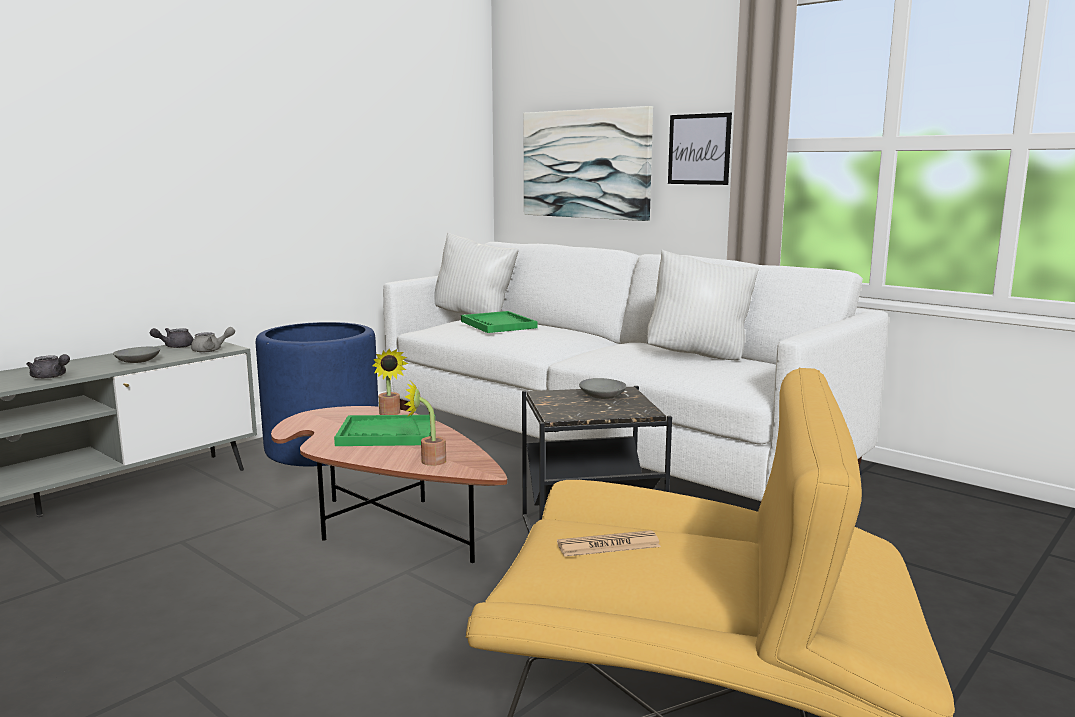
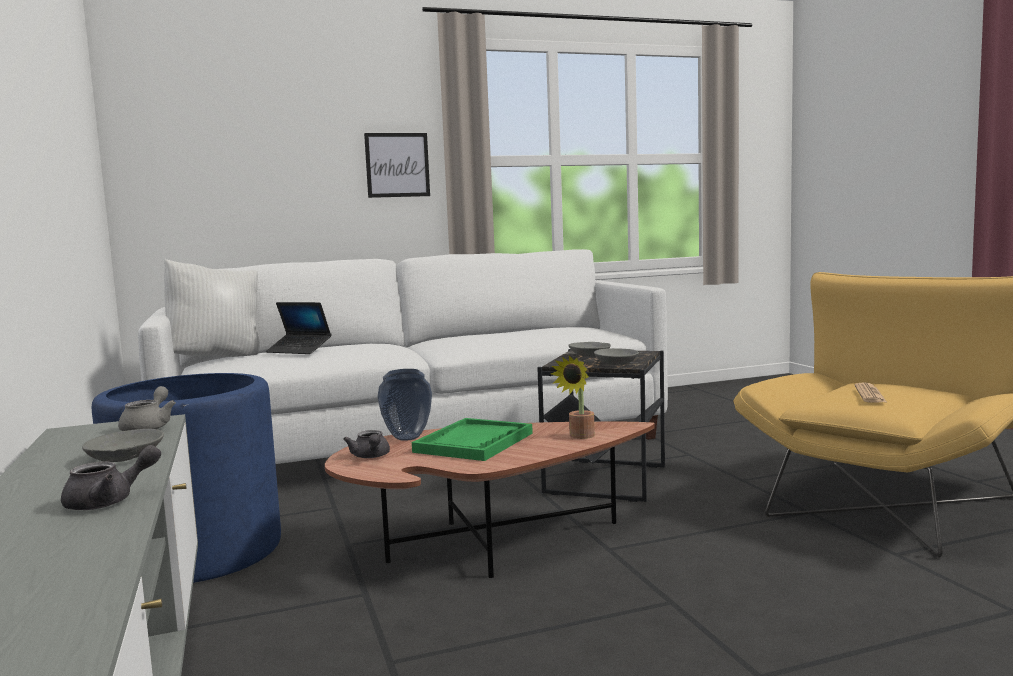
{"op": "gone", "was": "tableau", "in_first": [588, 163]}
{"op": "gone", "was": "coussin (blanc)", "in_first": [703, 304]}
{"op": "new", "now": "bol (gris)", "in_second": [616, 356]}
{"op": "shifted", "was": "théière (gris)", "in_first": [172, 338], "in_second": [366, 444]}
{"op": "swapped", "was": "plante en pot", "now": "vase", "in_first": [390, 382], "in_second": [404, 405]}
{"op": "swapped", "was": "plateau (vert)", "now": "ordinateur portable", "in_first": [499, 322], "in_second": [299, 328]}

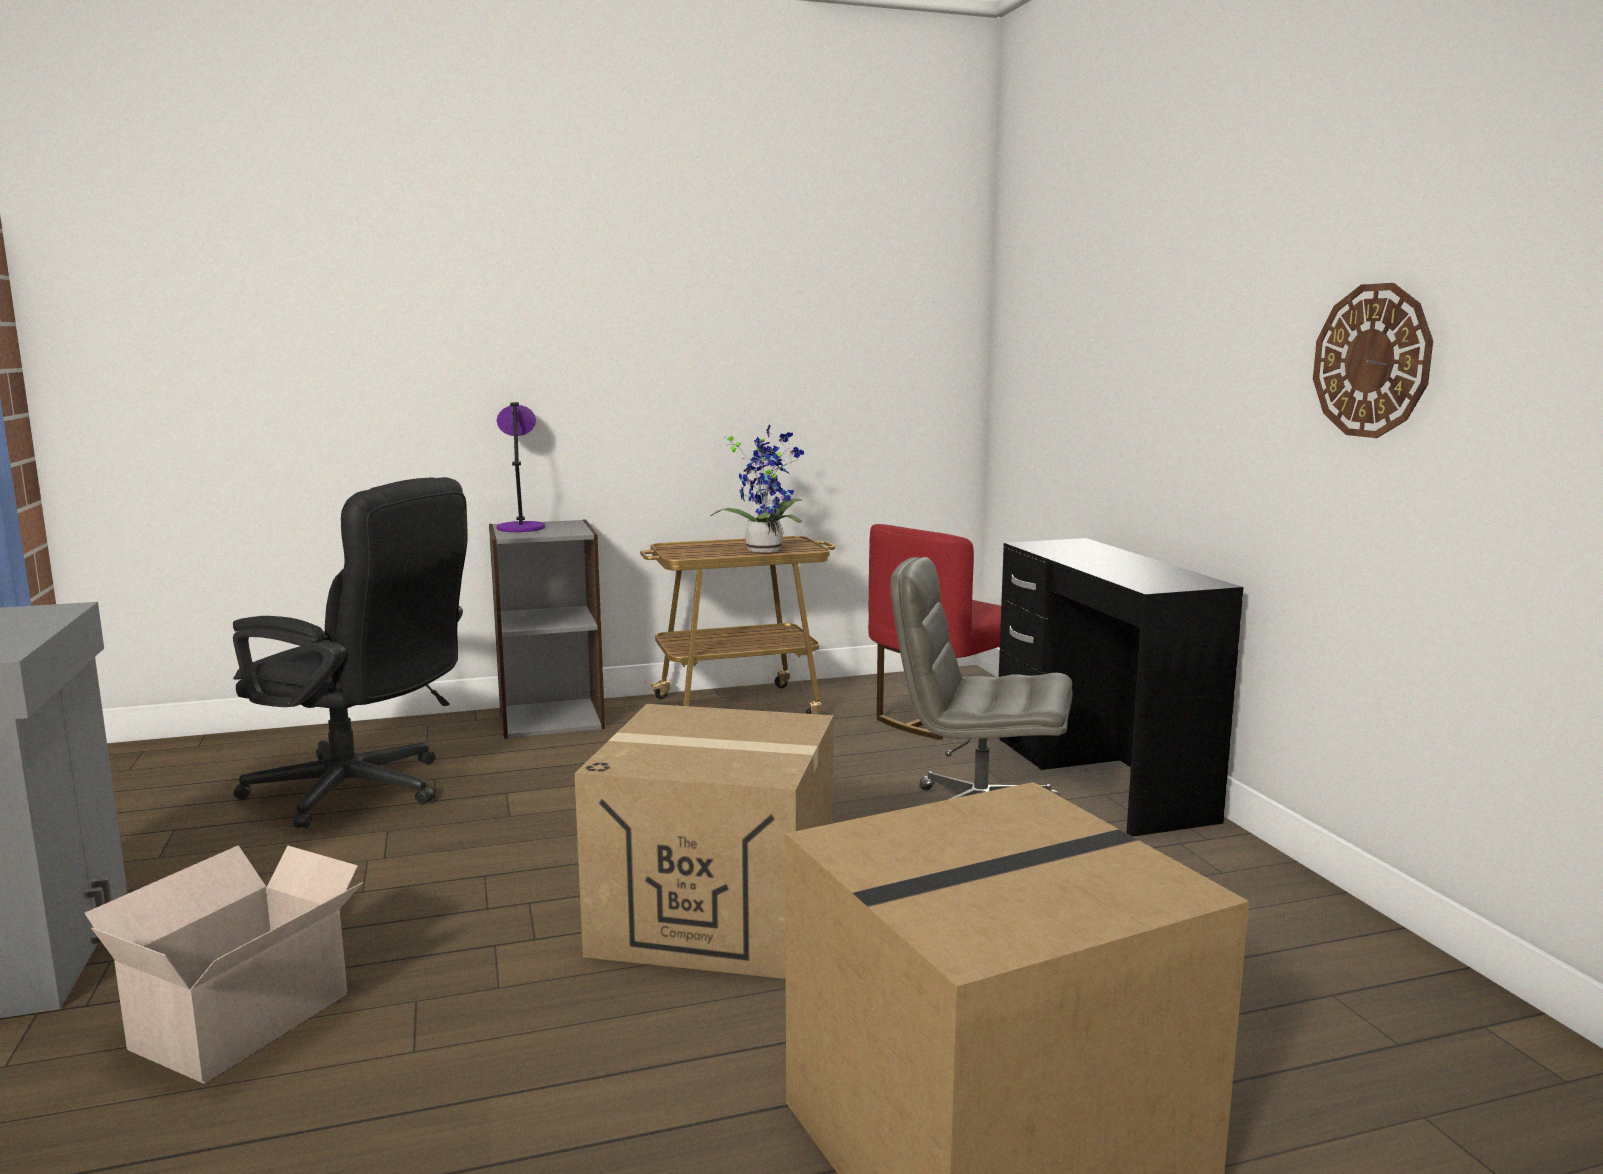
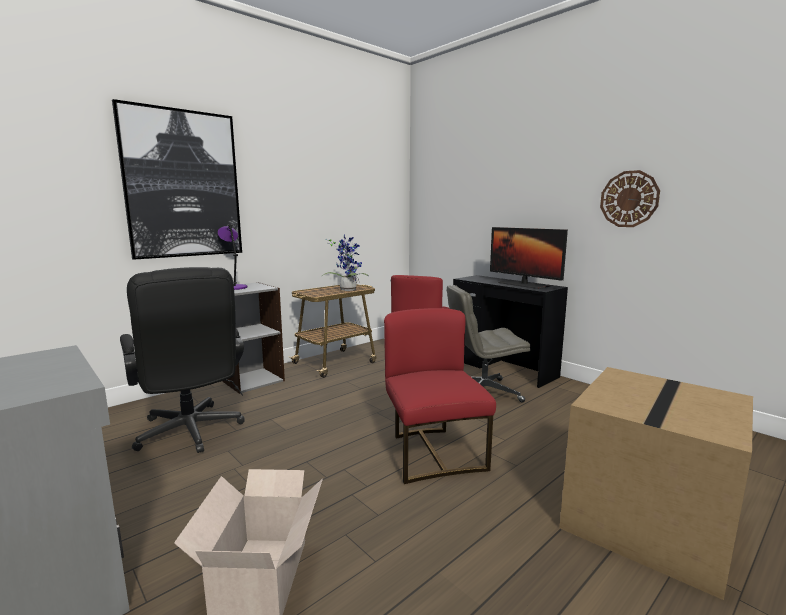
{"op": "new", "now": "tableau", "in_second": [177, 179]}
{"op": "new", "now": "écran d'ordinateur", "in_second": [529, 258]}
{"op": "swapped", "was": "carton", "now": "chaise (rouge)", "in_first": [704, 841], "in_second": [440, 396]}
{"op": "rotated", "was": "chaise de bureau (noir)", "in_first": [350, 653], "in_second": [182, 360], "clockwise": 60}

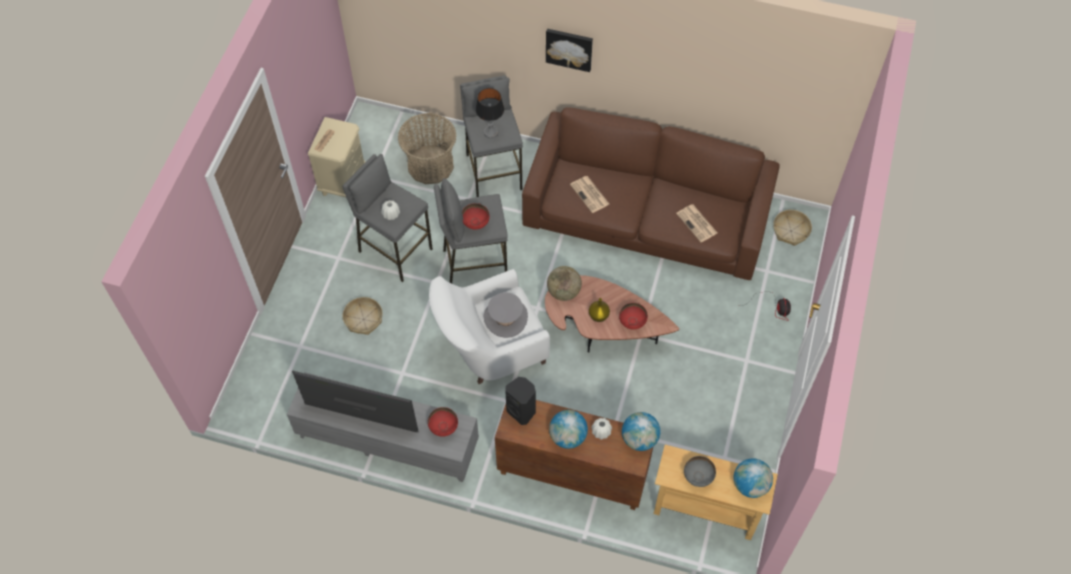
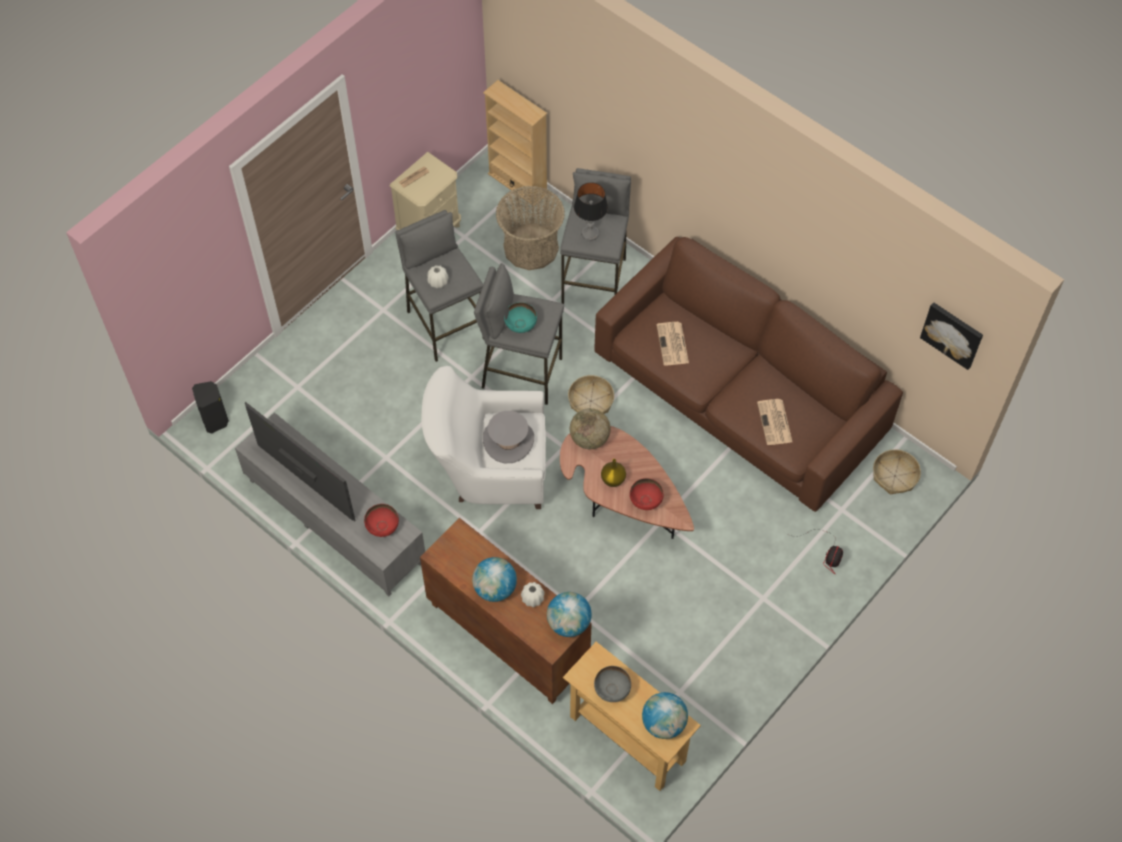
{"op": "new", "now": "bibliothèque (beige)", "in_second": [515, 143]}
{"op": "shifted", "was": "panier", "in_first": [362, 316], "in_second": [591, 394]}
{"op": "shifted", "was": "enceinte (noir)", "in_first": [520, 401], "in_second": [210, 407]}
{"op": "shifted", "was": "tableau", "in_first": [569, 50], "in_second": [951, 336]}
{"op": "repainted", "was": "bol (rouge)", "now": "bol (turquoise)", "in_first": [476, 216], "in_second": [520, 317]}

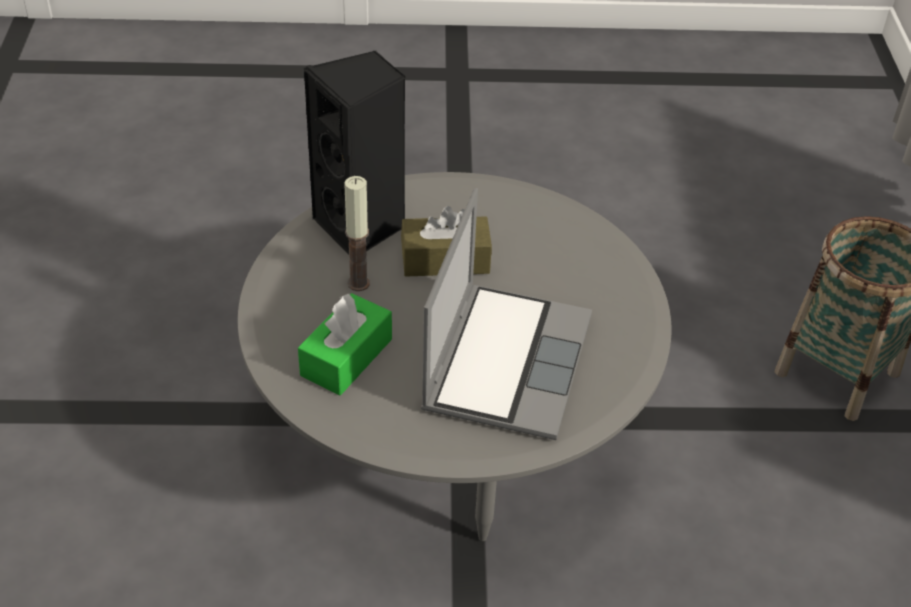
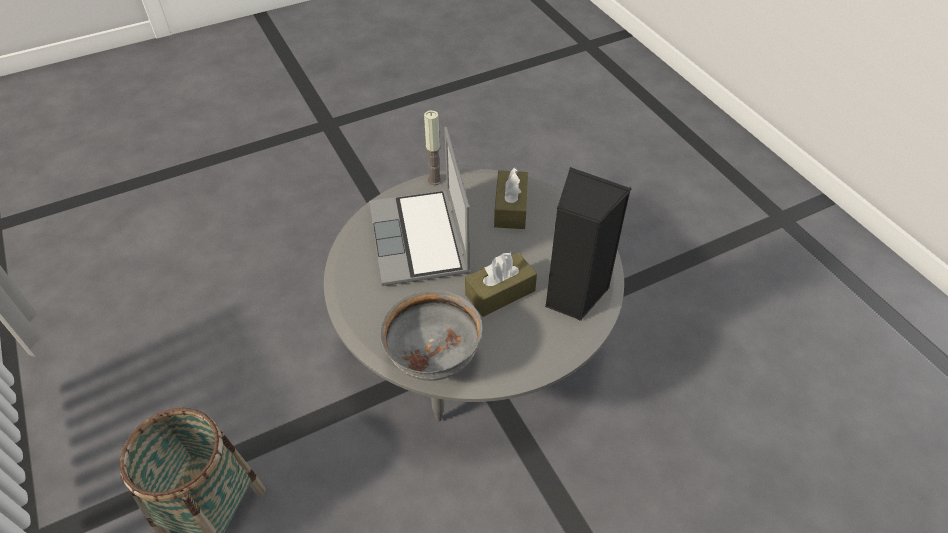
{"op": "new", "now": "bol (gris)", "in_second": [431, 335]}
{"op": "shifted", "was": "bougie", "in_first": [357, 233], "in_second": [433, 147]}
{"op": "repainted", "was": "boîte à mouchoirs (vert)", "now": "boîte à mouchoirs (marron)", "in_first": [345, 344], "in_second": [511, 198]}

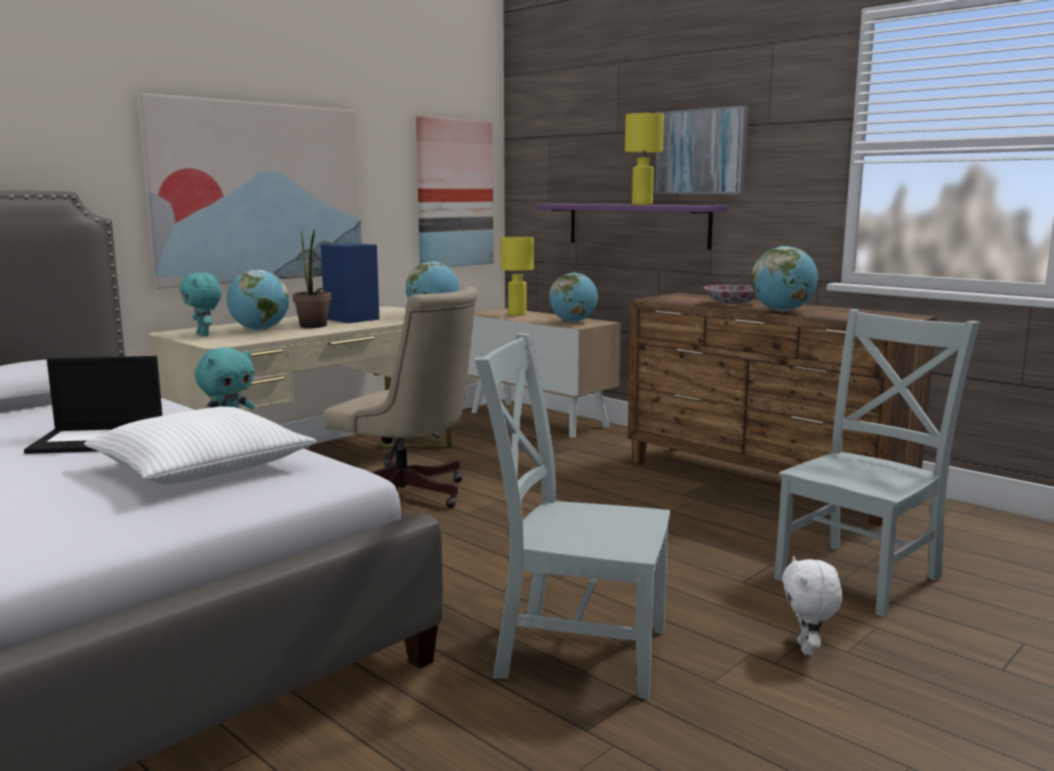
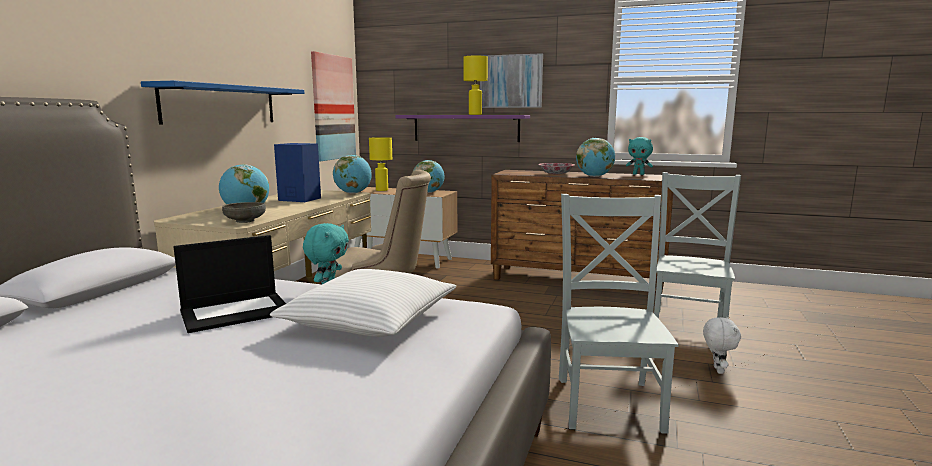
{"op": "gone", "was": "plante en pot", "in_first": [312, 278]}
{"op": "new", "now": "bol (gris)", "in_second": [244, 212]}
{"op": "shifted", "was": "peluche (turquoise)", "in_first": [200, 304], "in_second": [639, 156]}
{"op": "swapped", "was": "tableau", "now": "étagère (bleu)", "in_first": [249, 191], "in_second": [223, 102]}
{"op": "rotated", "was": "chaise (gris)", "in_first": [572, 516], "in_second": [619, 314], "clockwise": 105}
{"op": "rotated", "was": "peluche (blanc)", "in_first": [812, 605], "in_second": [722, 345], "clockwise": -150}

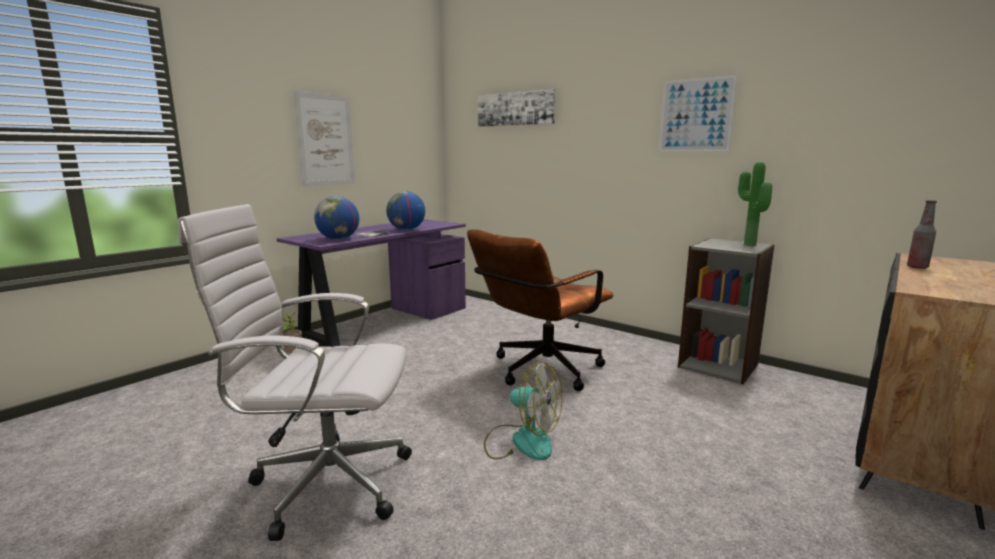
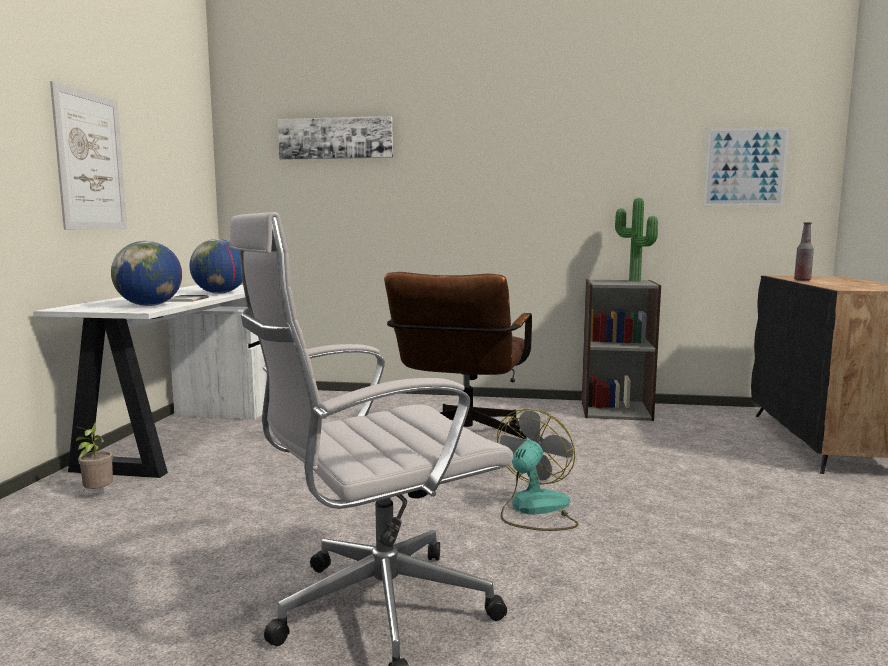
{"op": "shifted", "was": "tableau", "in_first": [698, 113], "in_second": [746, 166]}
{"op": "repainted", "was": "bureau (violet)", "now": "bureau (blanc)", "in_first": [371, 283], "in_second": [150, 381]}
{"op": "rotated", "was": "ventilateur", "in_first": [523, 410], "in_second": [538, 470], "clockwise": -60}

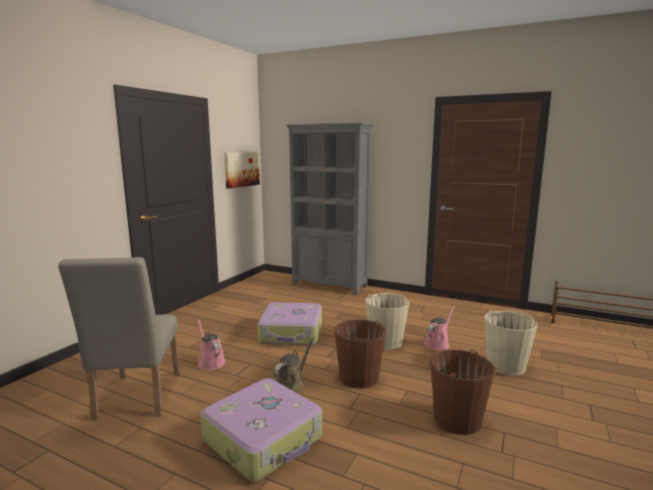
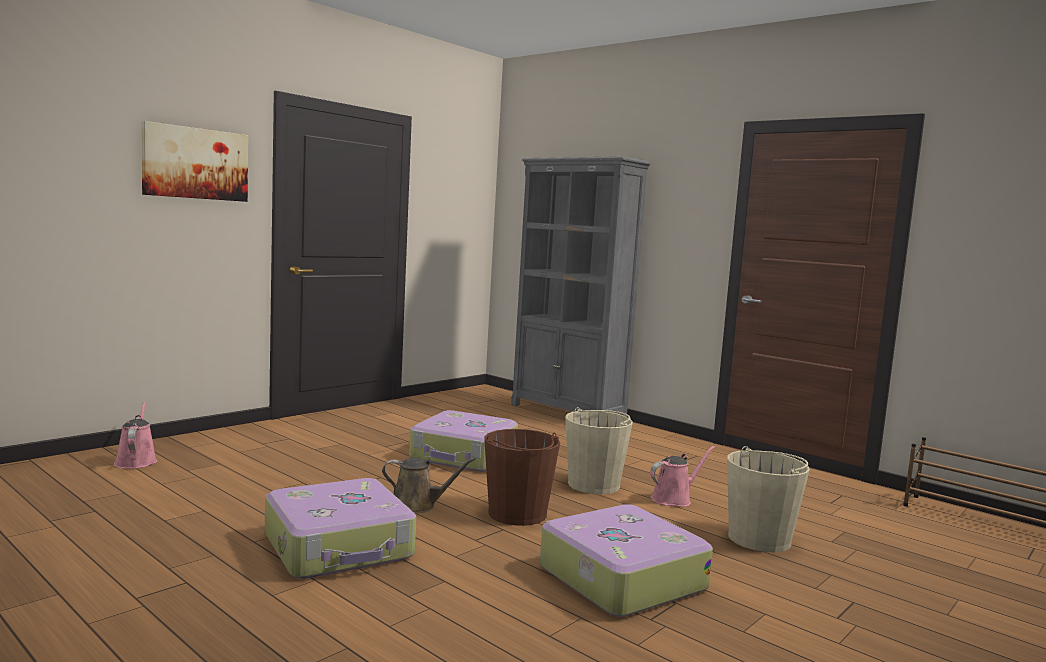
{"op": "gone", "was": "chaise (beige)", "in_first": [119, 339]}
{"op": "shifted", "was": "arrosoir (rose)", "in_first": [211, 344], "in_second": [135, 435]}
{"op": "shifted", "was": "tableau", "in_first": [242, 170], "in_second": [194, 161]}
{"op": "swapped", "was": "seau (marron)", "now": "valise", "in_first": [463, 392], "in_second": [626, 560]}
{"op": "rotated", "was": "arrosoir (marron)", "in_first": [294, 364], "in_second": [429, 485], "clockwise": 45}

